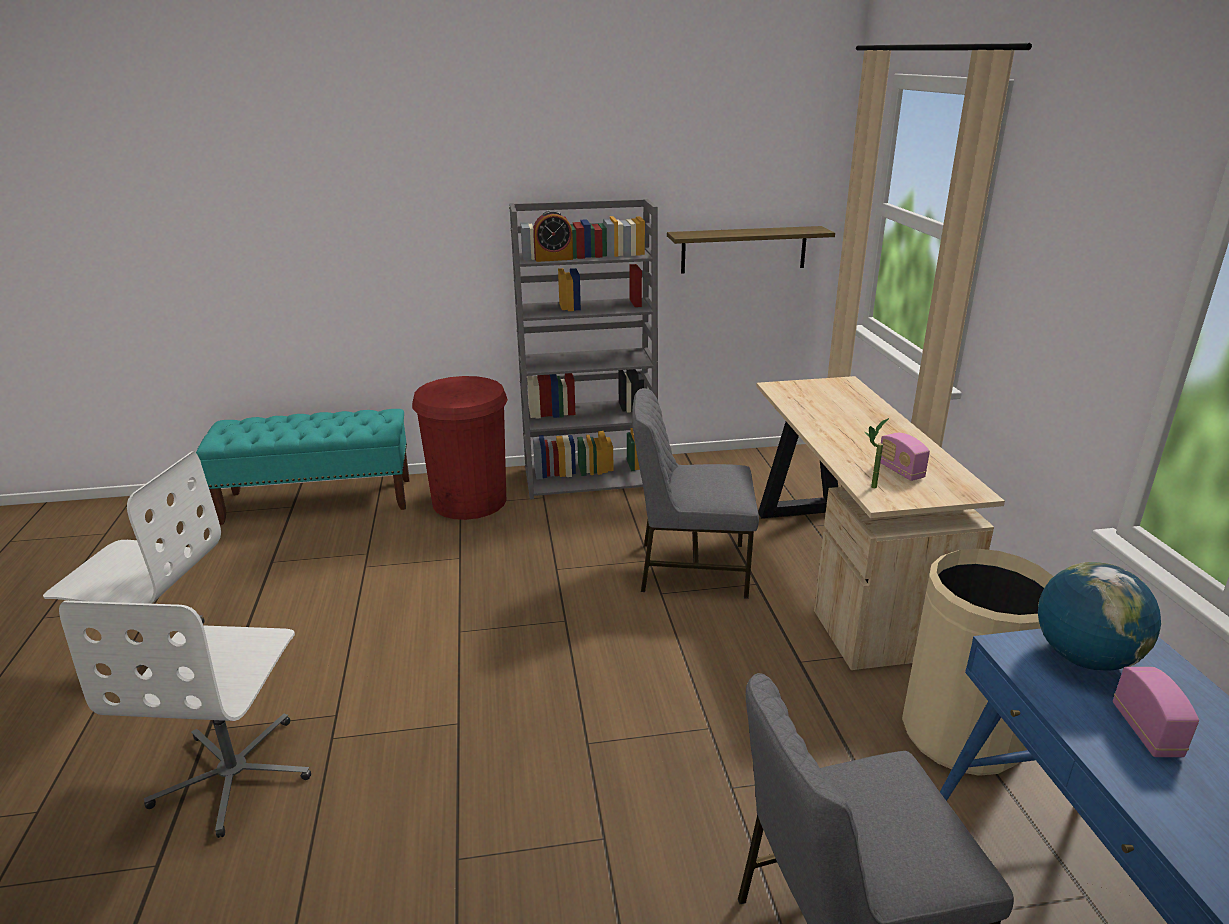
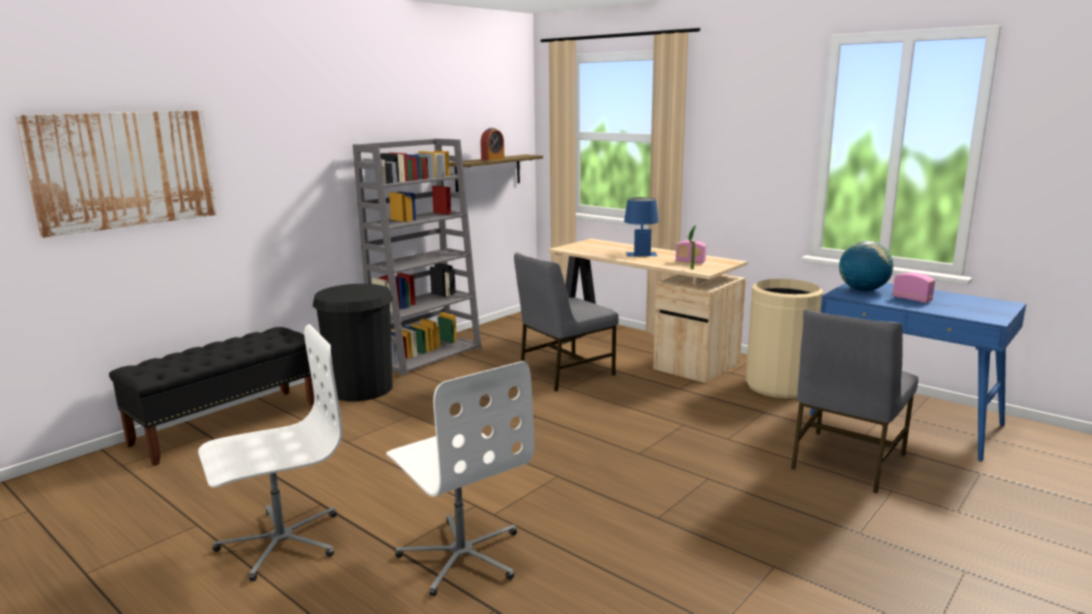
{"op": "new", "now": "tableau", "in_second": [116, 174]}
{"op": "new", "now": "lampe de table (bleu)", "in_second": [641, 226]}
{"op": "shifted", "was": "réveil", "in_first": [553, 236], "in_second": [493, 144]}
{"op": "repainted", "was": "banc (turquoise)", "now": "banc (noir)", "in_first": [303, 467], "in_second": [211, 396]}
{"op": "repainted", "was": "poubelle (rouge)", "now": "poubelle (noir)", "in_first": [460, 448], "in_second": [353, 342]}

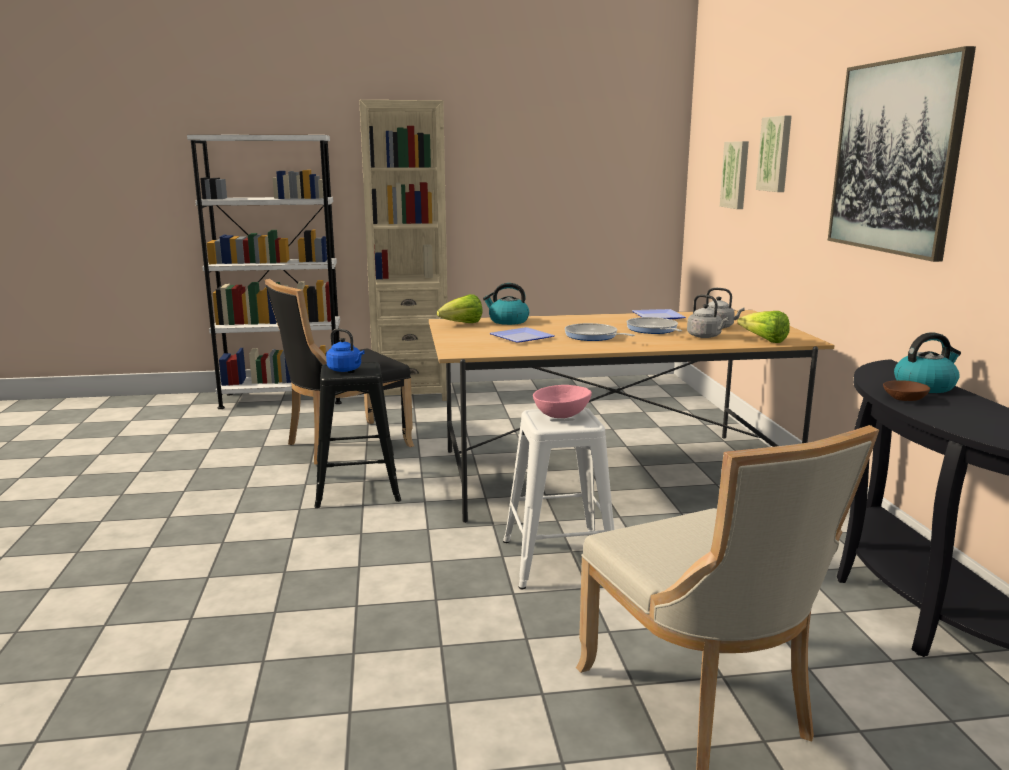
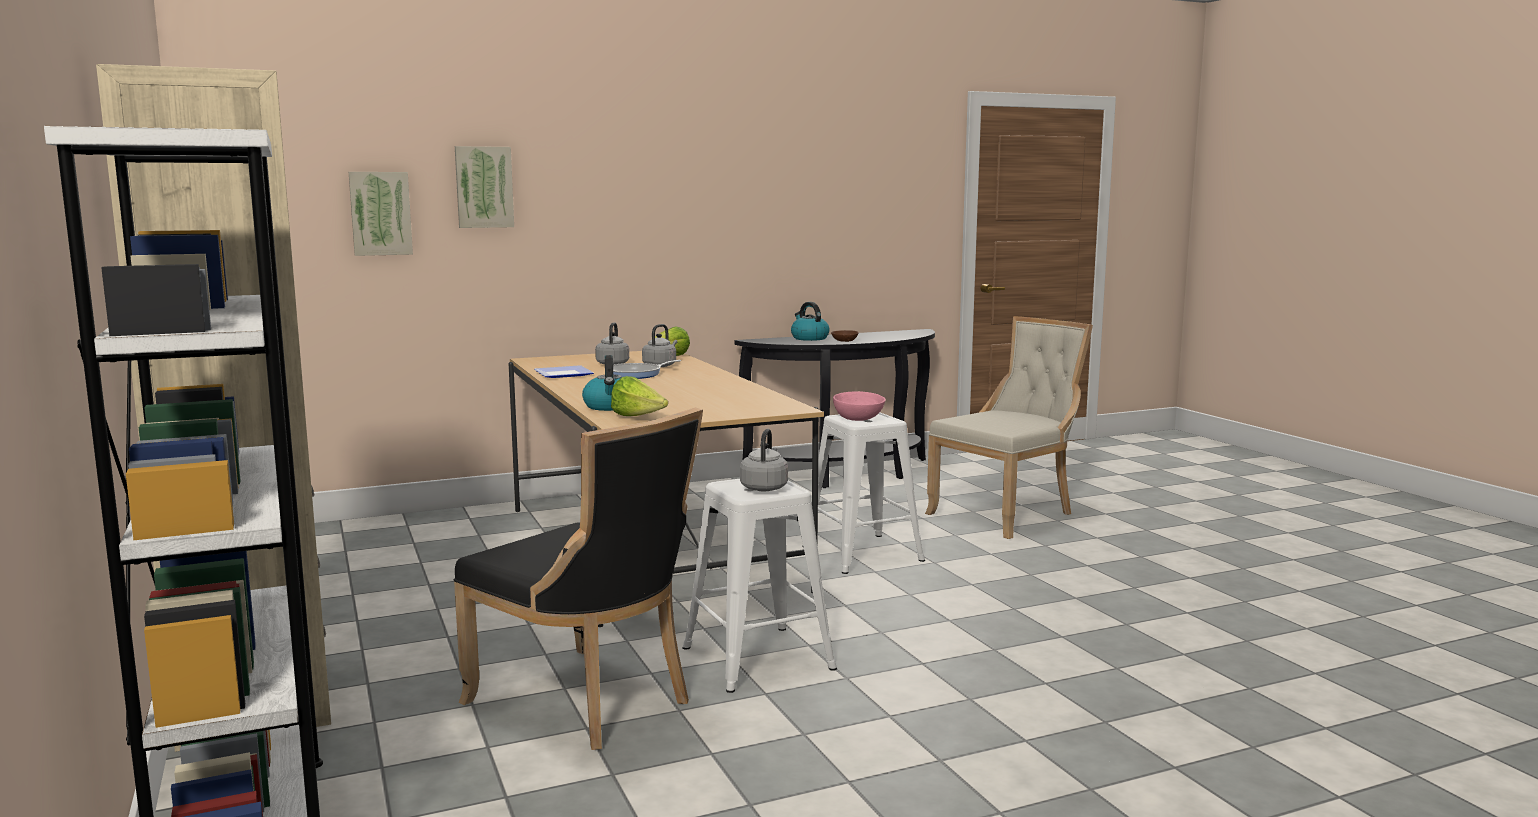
{"op": "gone", "was": "assiette", "in_first": [522, 335]}
{"op": "gone", "was": "poêle", "in_first": [600, 332]}
{"op": "gone", "was": "tableau", "in_first": [902, 154]}
{"op": "repainted", "was": "tabouret (noir)", "now": "tabouret (blanc)", "in_first": [357, 435], "in_second": [760, 586]}
{"op": "repainted", "was": "bouilloire (bleu)", "now": "bouilloire (gris)", "in_first": [345, 350], "in_second": [764, 460]}

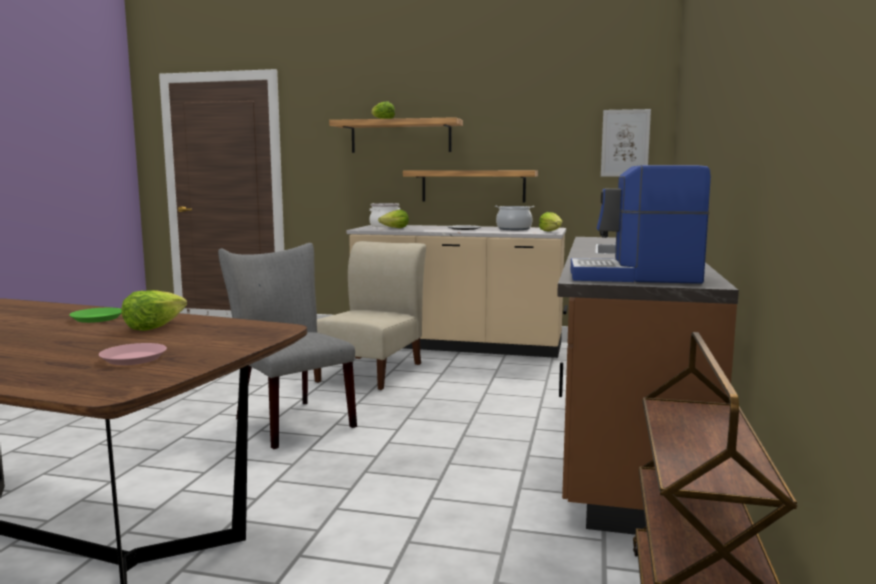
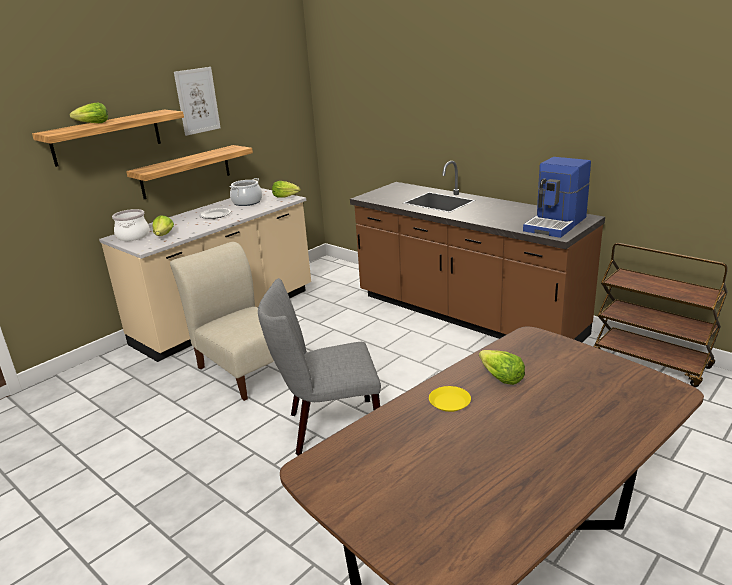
{"op": "gone", "was": "assiette (rose)", "in_first": [133, 354]}
{"op": "shifted", "was": "tableau", "in_first": [626, 143], "in_second": [197, 101]}
{"op": "repainted", "was": "assiette (vert)", "now": "assiette (jaune)", "in_first": [95, 315], "in_second": [450, 399]}

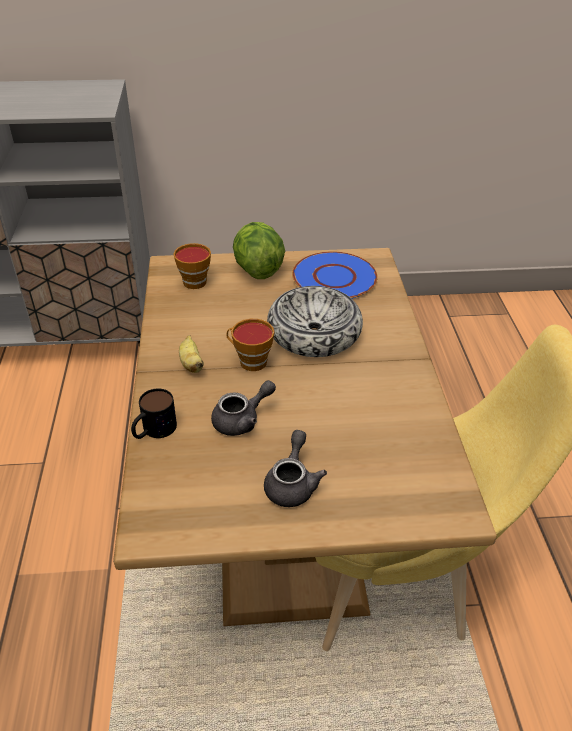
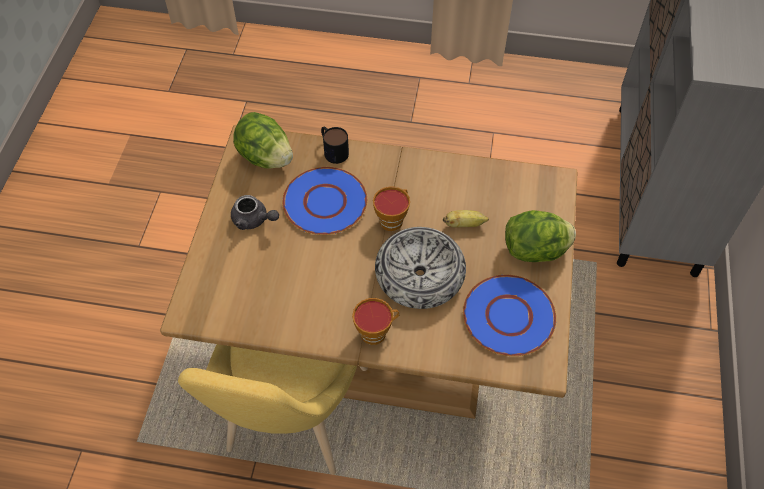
{"op": "new", "now": "laitue", "in_second": [263, 140]}
{"op": "shifted", "was": "tasse", "in_first": [192, 266], "in_second": [375, 321]}
{"op": "shifted", "was": "banane", "in_first": [191, 354], "in_second": [466, 218]}
{"op": "swapped", "was": "théière (gris)", "now": "assiette (bleu)", "in_first": [243, 408], "in_second": [324, 201]}

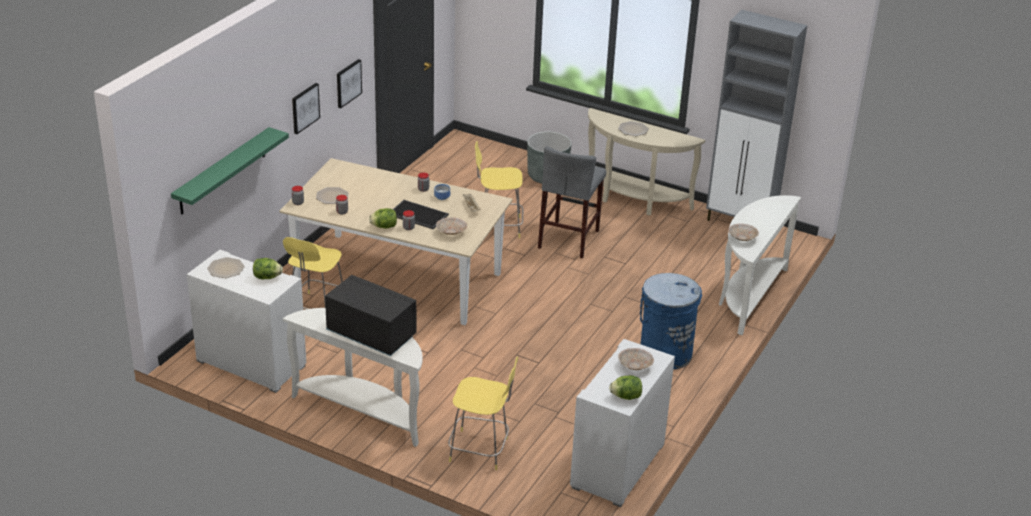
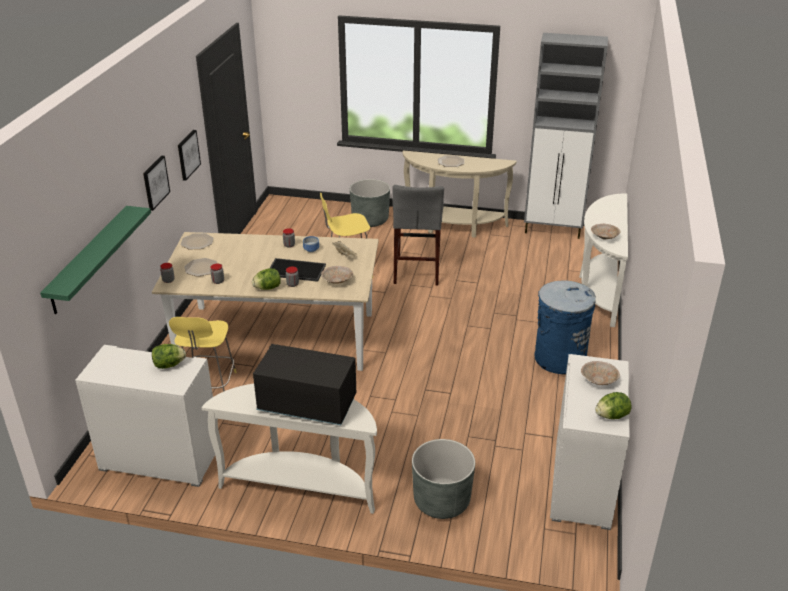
{"op": "shifted", "was": "assiette", "in_first": [226, 267], "in_second": [197, 241]}
{"op": "swapped", "was": "tabouret (jaune)", "now": "cache-pot (gris)", "in_first": [483, 413], "in_second": [443, 479]}

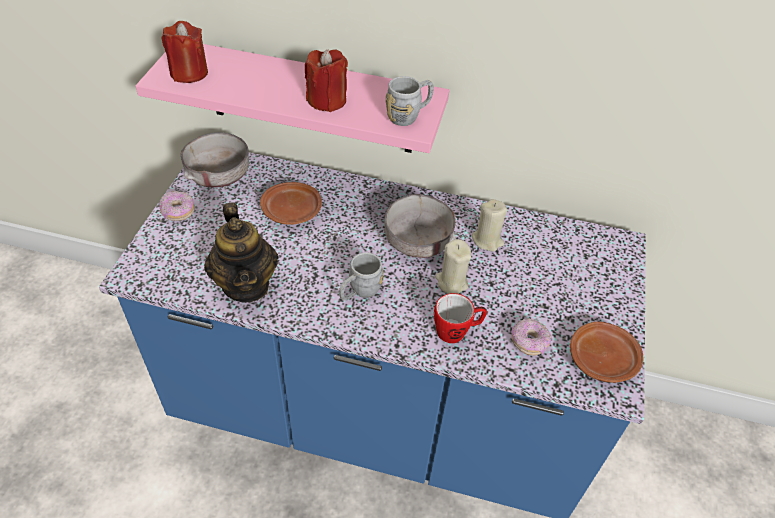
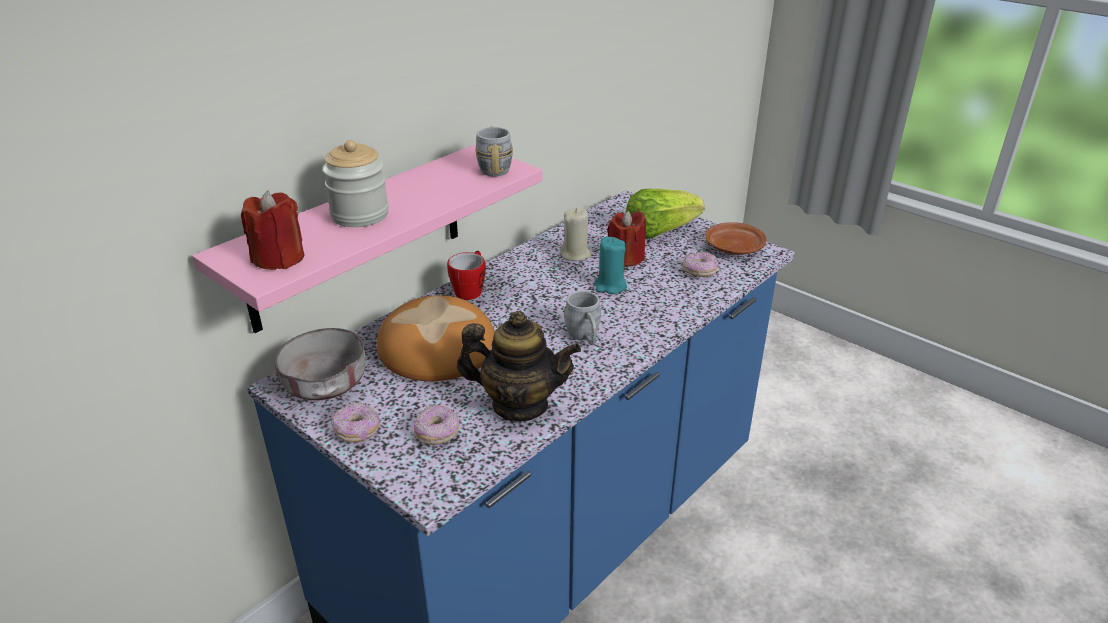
{"op": "gone", "was": "bol (gris)", "in_first": [420, 226]}
{"op": "new", "now": "bocal", "in_second": [355, 183]}
{"op": "new", "now": "beignet", "in_second": [437, 425]}
{"op": "new", "now": "laitue", "in_second": [665, 214]}
{"op": "shifted", "was": "bougie (rouge)", "in_first": [326, 80], "in_second": [626, 238]}
{"op": "shifted", "was": "mug", "in_first": [460, 318], "in_second": [466, 275]}
{"op": "swapped", "was": "assiette (marron)", "now": "pain", "in_first": [291, 203], "in_second": [436, 338]}
{"op": "repainted", "was": "bougie (beige)", "now": "bougie (turquoise)", "in_first": [453, 266], "in_second": [610, 265]}

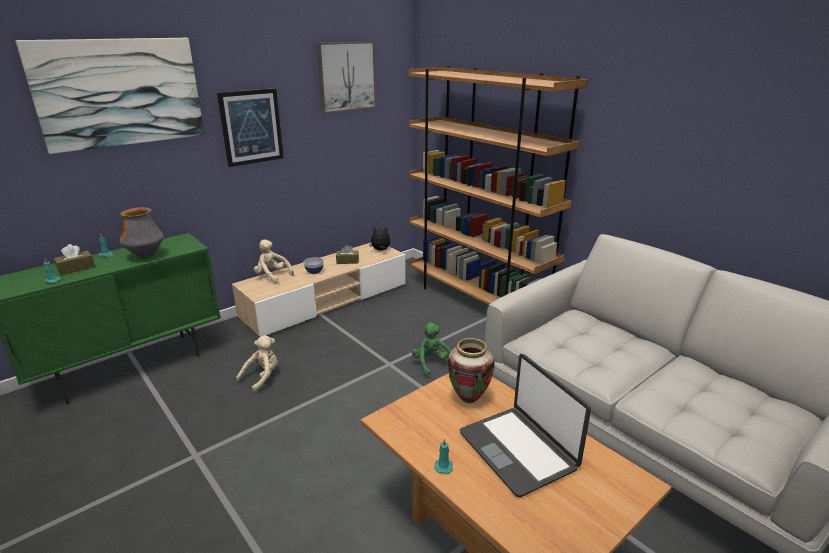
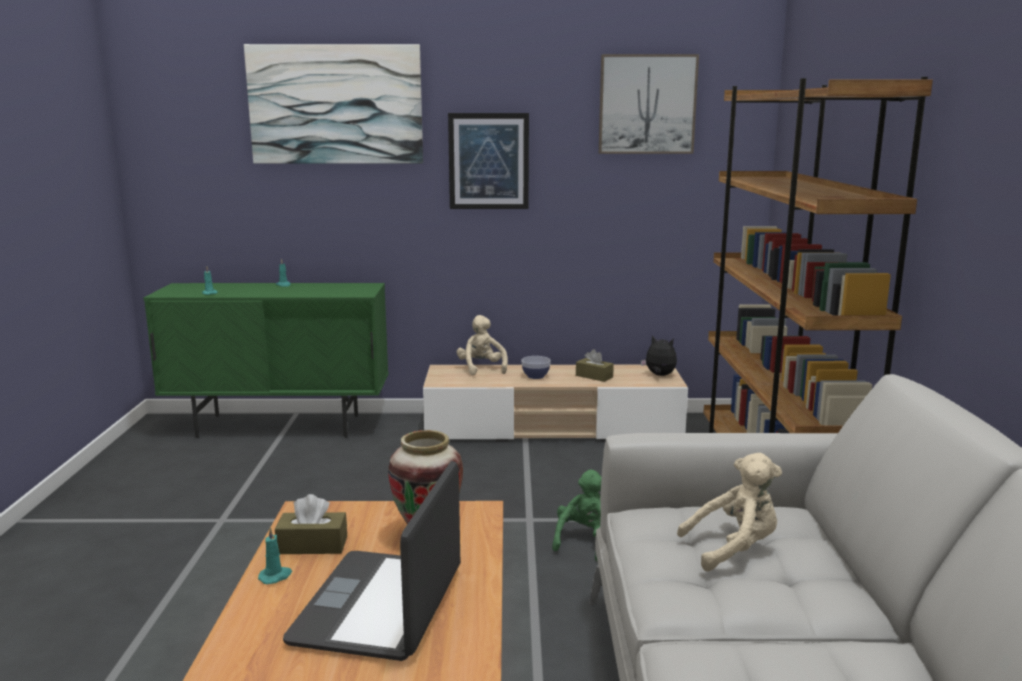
{"op": "gone", "was": "vase", "in_first": [141, 233]}
{"op": "shifted", "was": "boîte à mouchoirs (marron)", "in_first": [74, 259], "in_second": [311, 524]}
{"op": "shifted", "was": "peluche (beige)", "in_first": [257, 364], "in_second": [729, 512]}

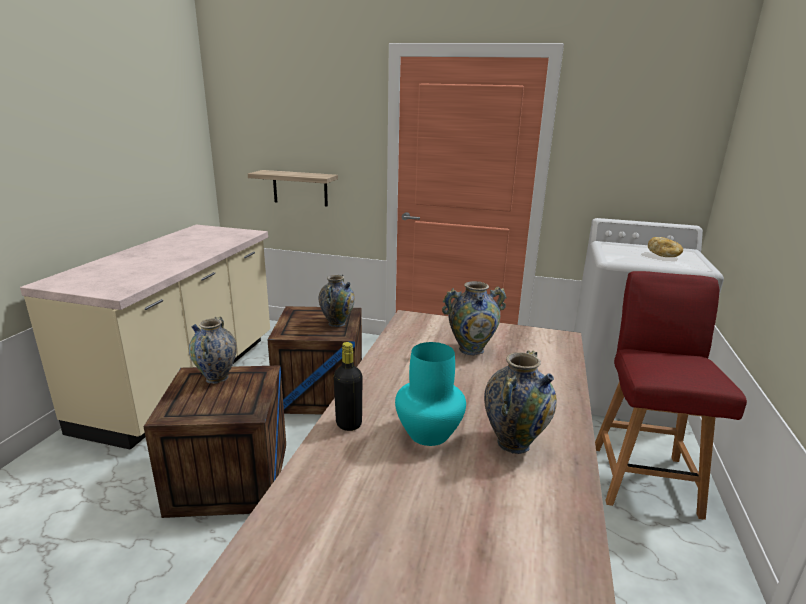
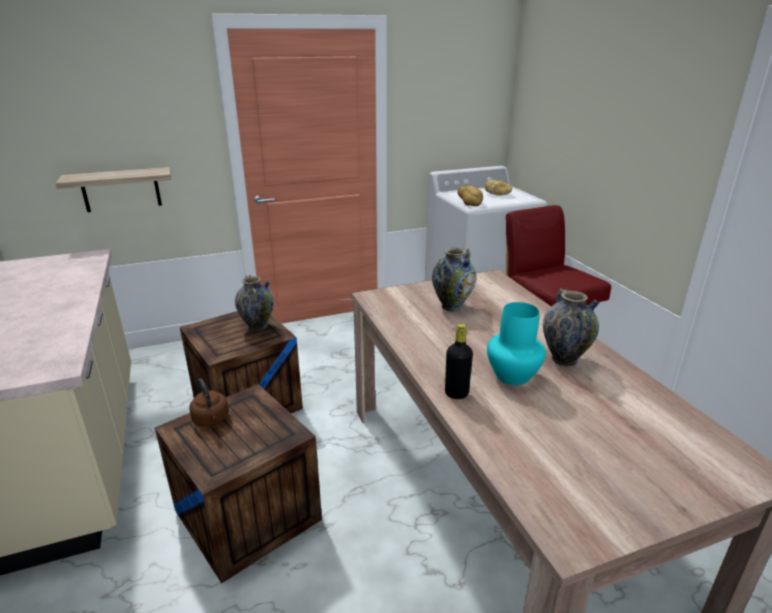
{"op": "new", "now": "pain", "in_second": [470, 196]}
{"op": "swapped", "was": "vase", "now": "bouilloire (marron)", "in_first": [213, 350], "in_second": [209, 403]}

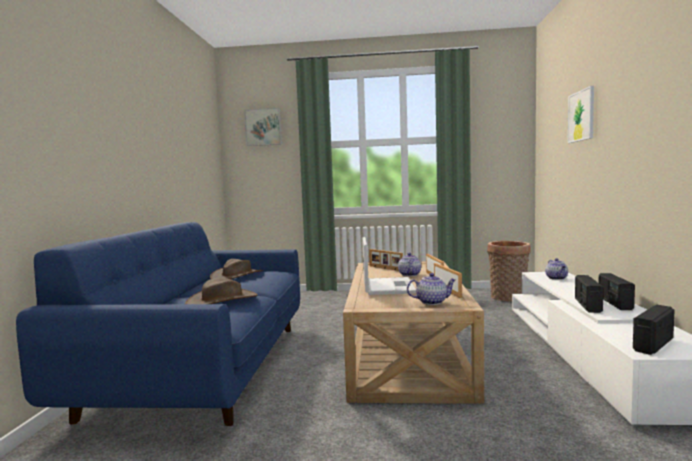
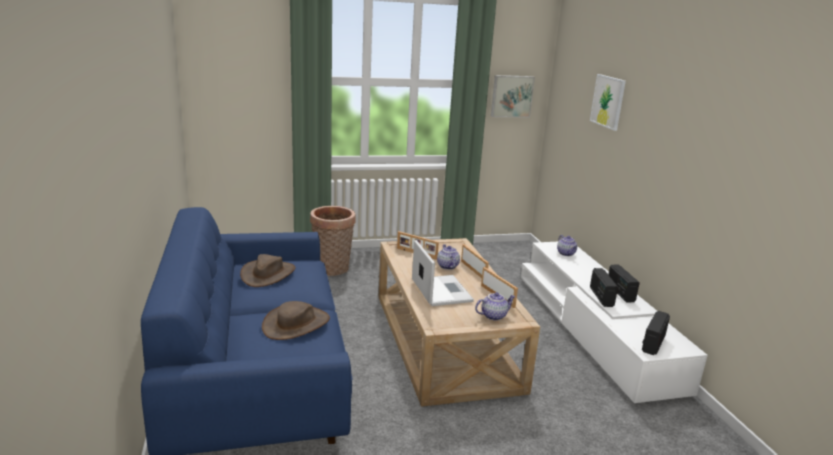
{"op": "shifted", "was": "tableau", "in_first": [263, 127], "in_second": [513, 96]}
{"op": "shifted", "was": "panier", "in_first": [509, 271], "in_second": [332, 241]}

